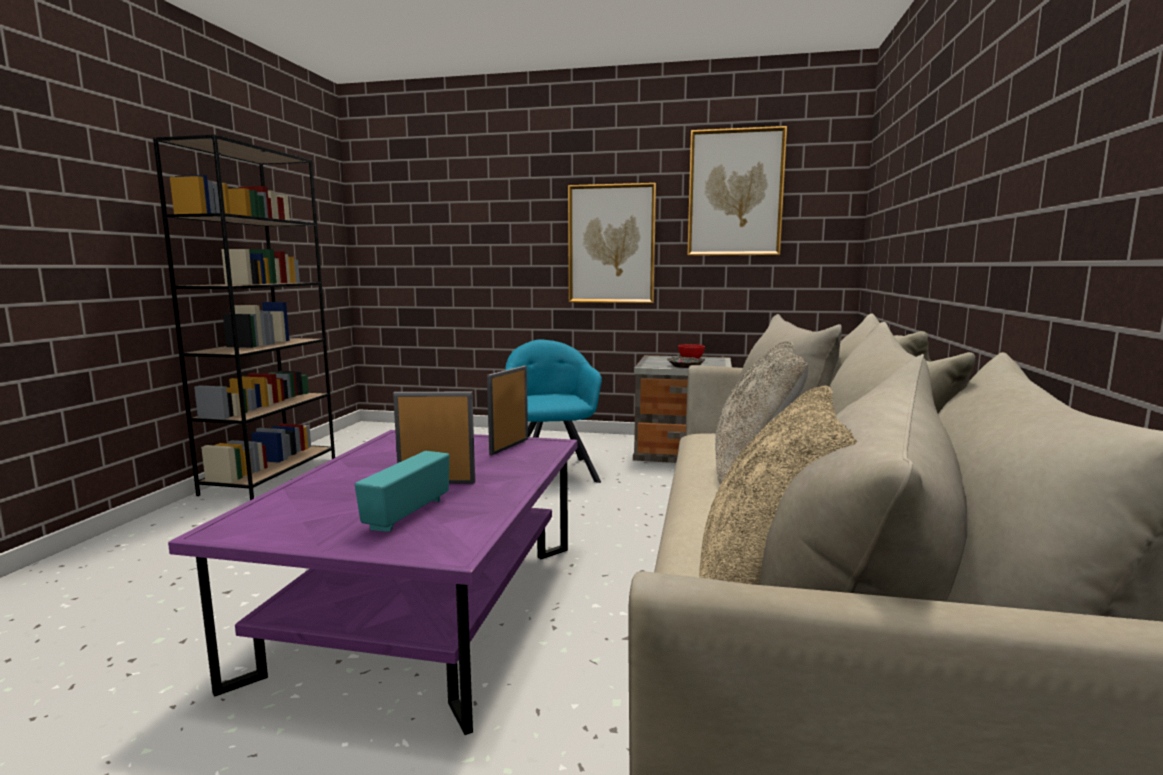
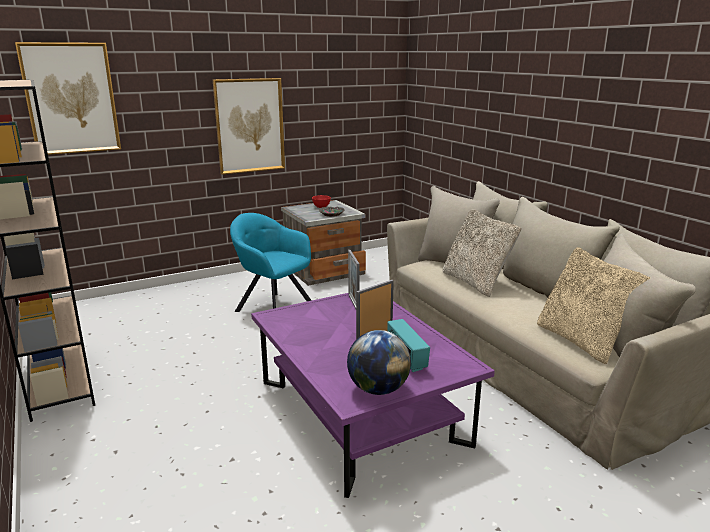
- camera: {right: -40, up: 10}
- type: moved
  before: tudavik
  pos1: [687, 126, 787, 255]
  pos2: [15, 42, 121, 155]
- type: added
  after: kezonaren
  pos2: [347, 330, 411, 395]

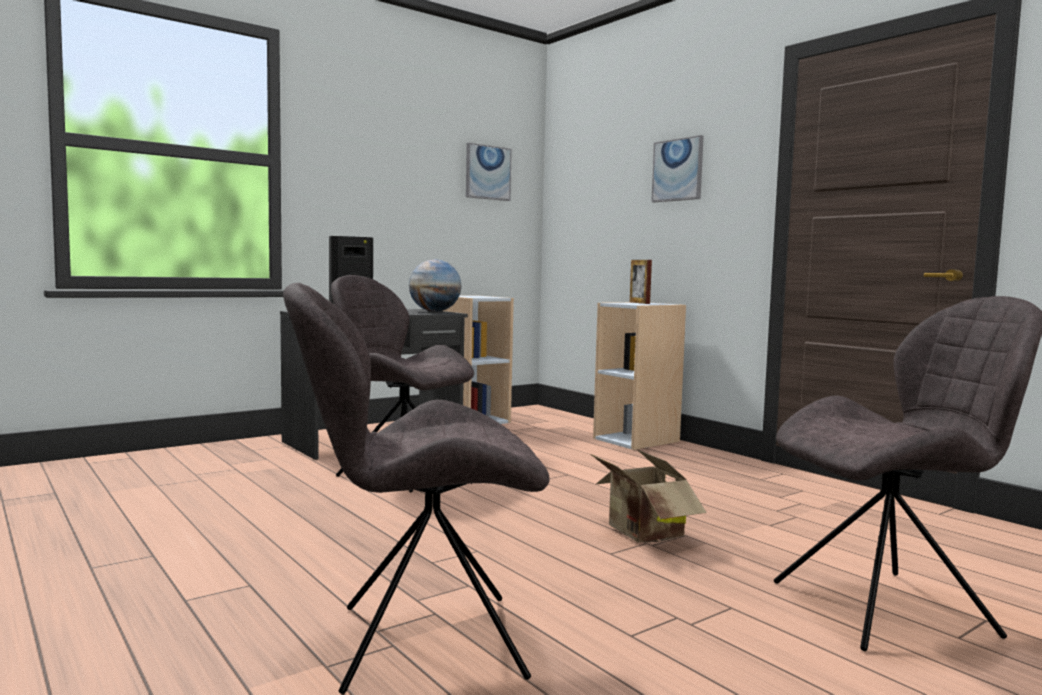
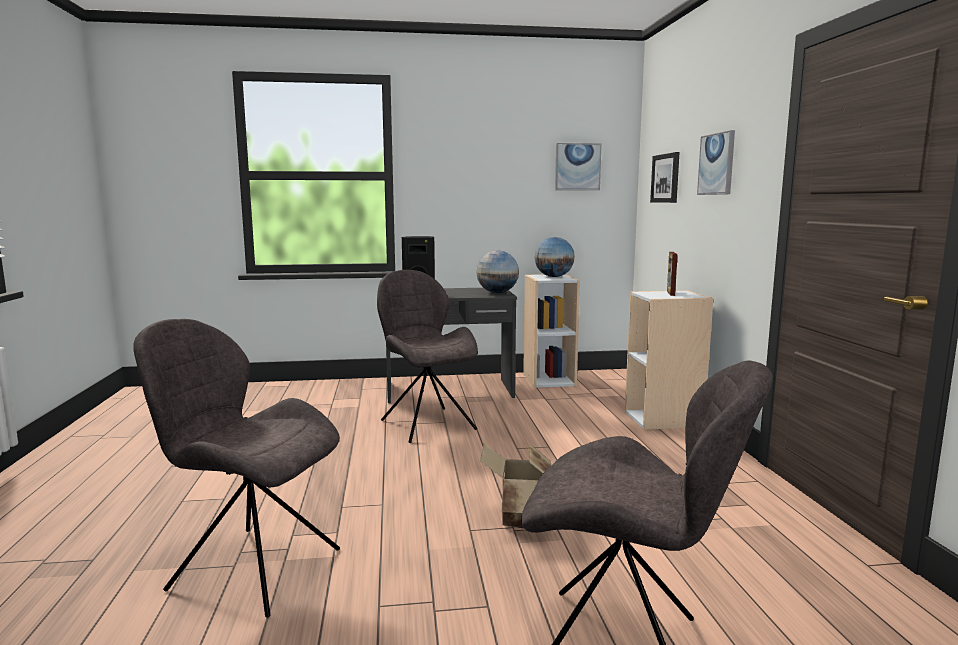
- camera: {right: 30, up: 5}
- type: added
  after: tudavik
  pos2: [650, 152, 680, 203]
- type: added
  after: kezonaren
  pos2: [535, 237, 575, 277]

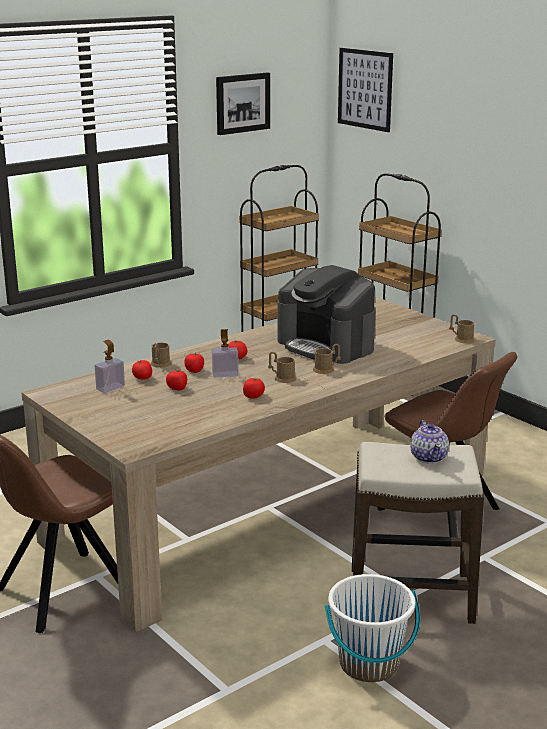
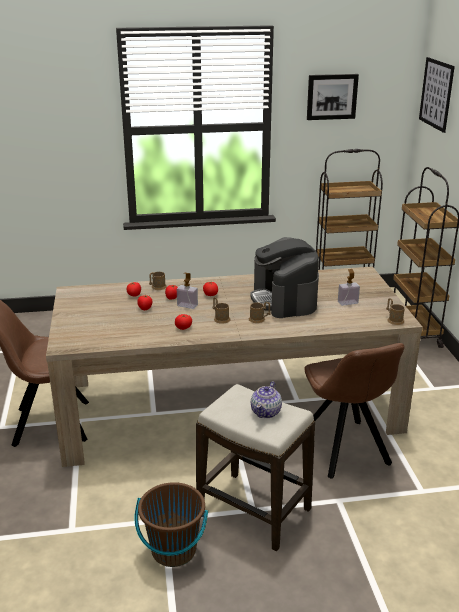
- camera: {right: 30, up: 5}
- type: moved
  before: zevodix
  pos1: [95, 339, 125, 393]
  pos2: [338, 269, 360, 306]
- type: recoloured
  before: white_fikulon
  after: brown_fikulon
  pos1: [325, 574, 420, 682]
  pos2: [134, 482, 208, 567]

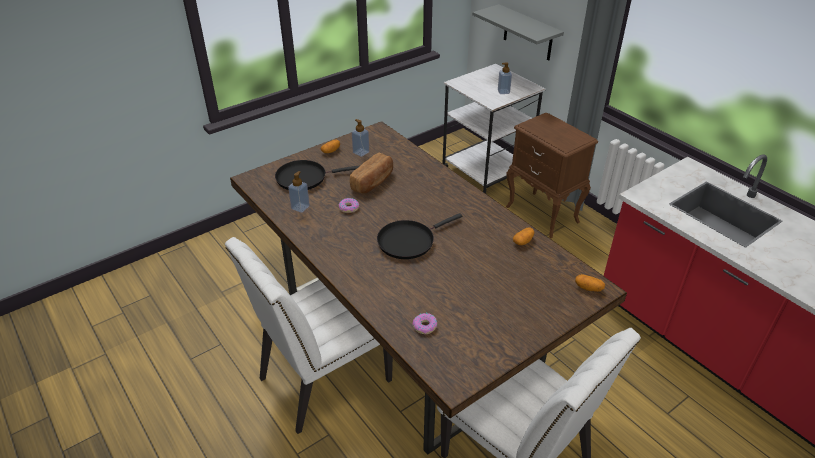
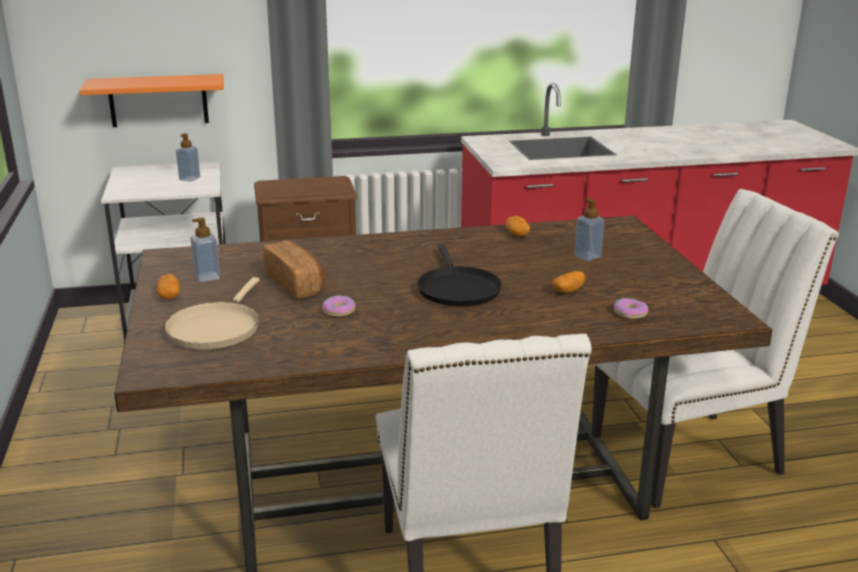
- camera: {right: -65, up: -15}
- type: recoloured
  before: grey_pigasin
  after: orange_pigasin
  pos1: [473, 4, 564, 61]
  pos2: [79, 74, 224, 127]
- type: recoloured
  before: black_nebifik
  after: beige_nebifik
  pos1: [275, 160, 361, 190]
  pos2: [164, 277, 259, 349]
- type: moved
  before: zevodix
  pos1: [288, 171, 310, 213]
  pos2: [574, 198, 605, 261]
- type: moved
  before: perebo
  pos1: [575, 274, 605, 292]
  pos2: [552, 271, 586, 293]

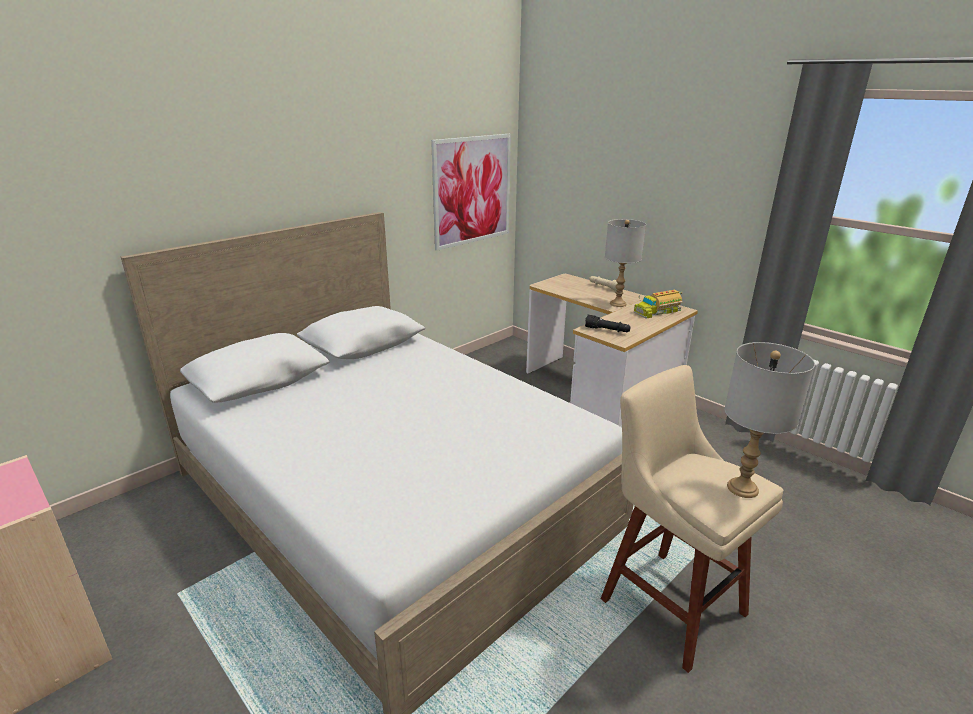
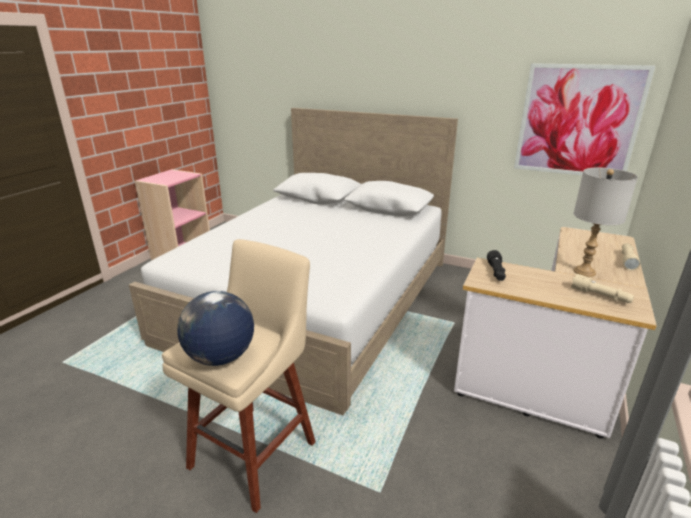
- camera: {right: 70, up: 0}
- type: replaced
  before: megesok
  after: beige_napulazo
  pos1: [634, 290, 683, 319]
  pos2: [571, 274, 634, 303]
- type: replaced
  before: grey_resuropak
  after: kezonaren
  pos1: [725, 342, 815, 498]
  pos2: [177, 291, 254, 366]

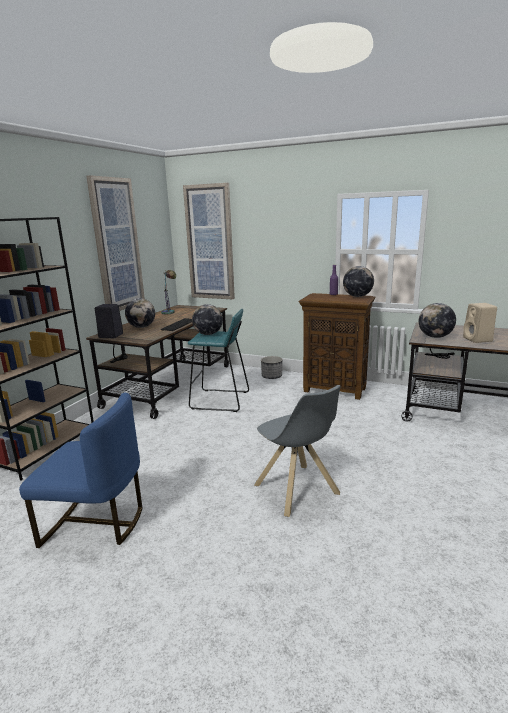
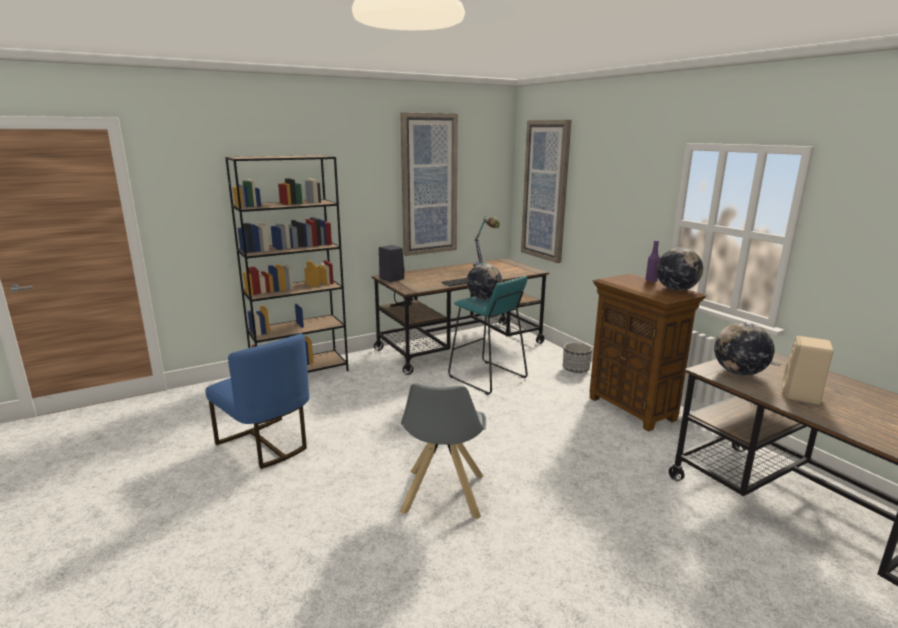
- camera: {right: 35, up: 0}
- type: removed
  before: kezonaren
  pos1: [125, 298, 155, 328]

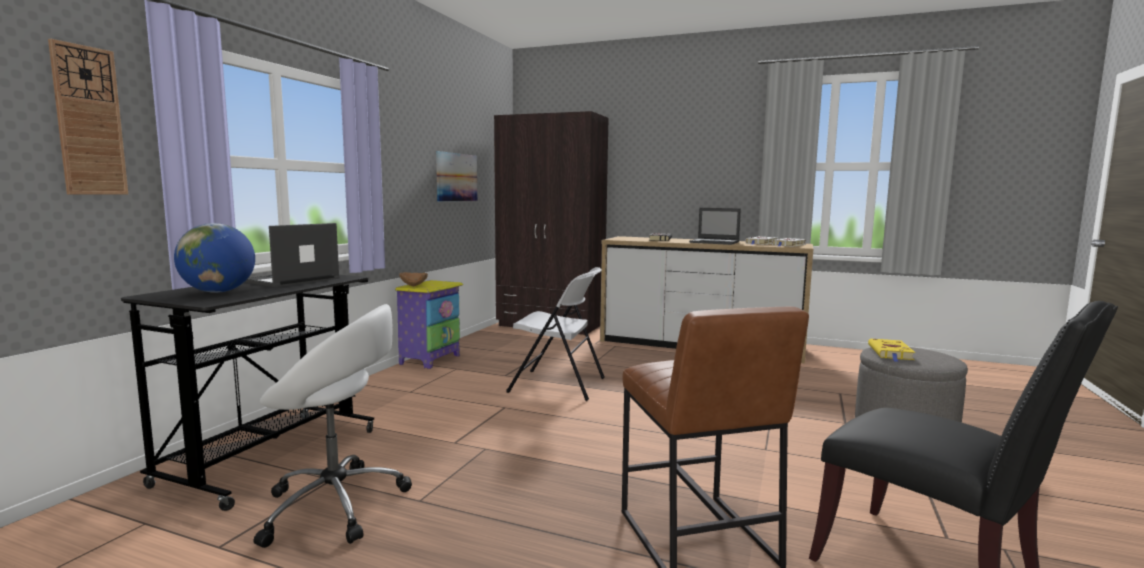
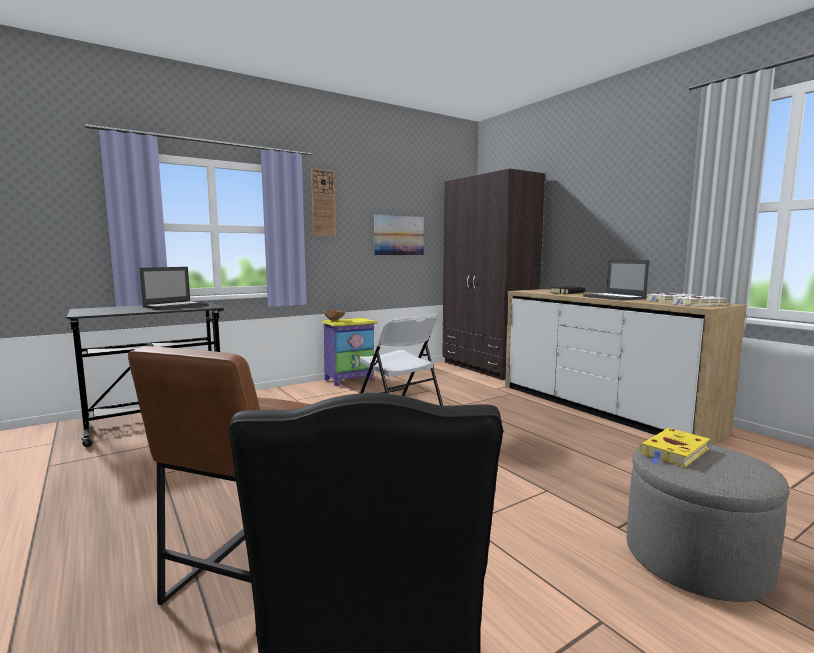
- camera: {right: 35, up: 0}
- type: moved
  before: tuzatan
  pos1: [48, 39, 128, 195]
  pos2: [311, 169, 336, 236]
- type: removed
  before: kezonaren
  pos1: [174, 223, 255, 293]
- type: turned
  before: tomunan
  pos1: [245, 223, 340, 287]
  pos2: [140, 267, 209, 310]
  turn: 150
- type: removed
  before: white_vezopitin
  pos1: [253, 304, 412, 548]

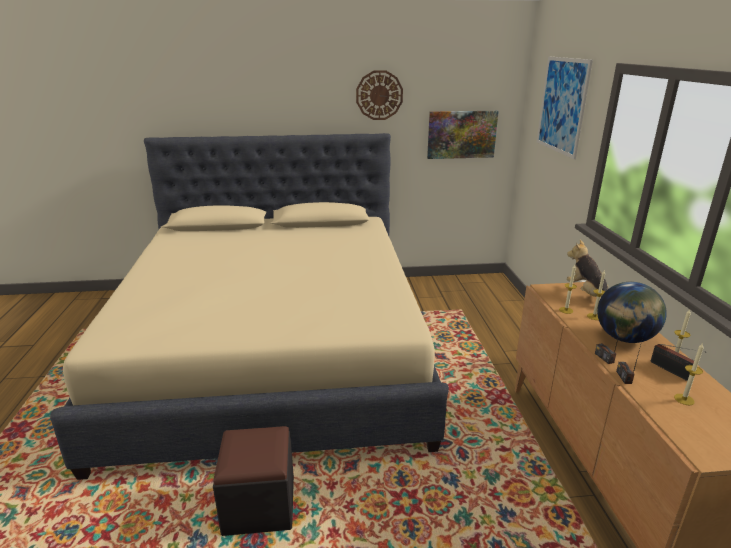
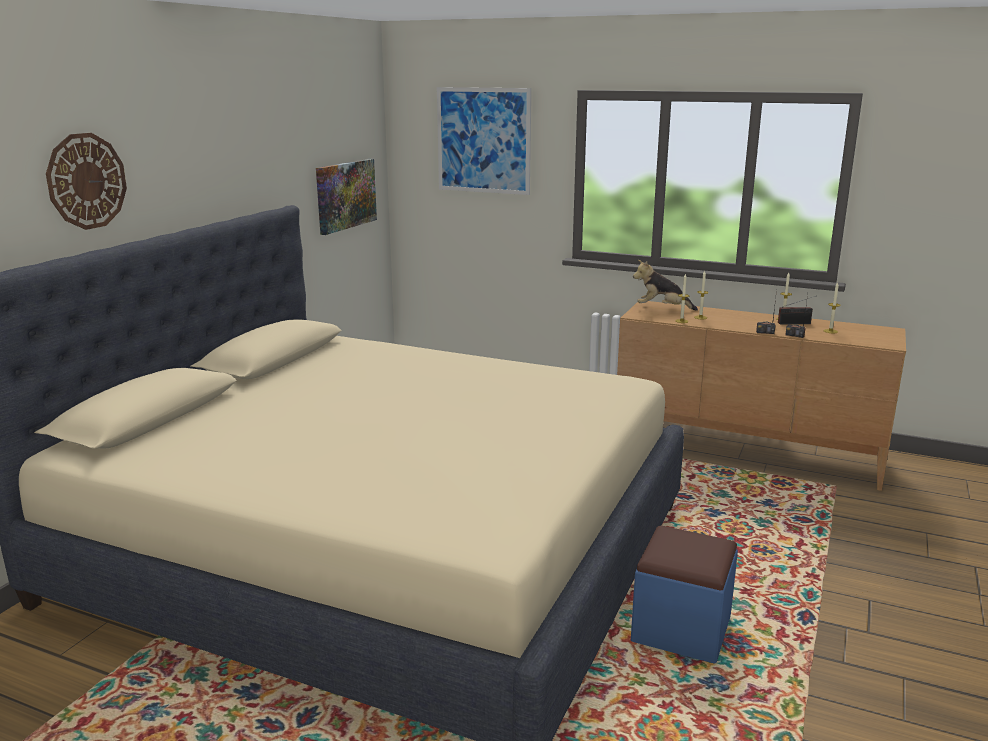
- camera: {right: -60, up: -5}
- type: moved
  before: tuzatan
  pos1: [356, 70, 403, 120]
  pos2: [46, 133, 127, 230]
- type: removed
  before: kezonaren
  pos1: [597, 282, 667, 343]
- type: recoloured
  before: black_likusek
  after: blue_likusek
  pos1: [213, 426, 294, 536]
  pos2: [631, 526, 738, 663]

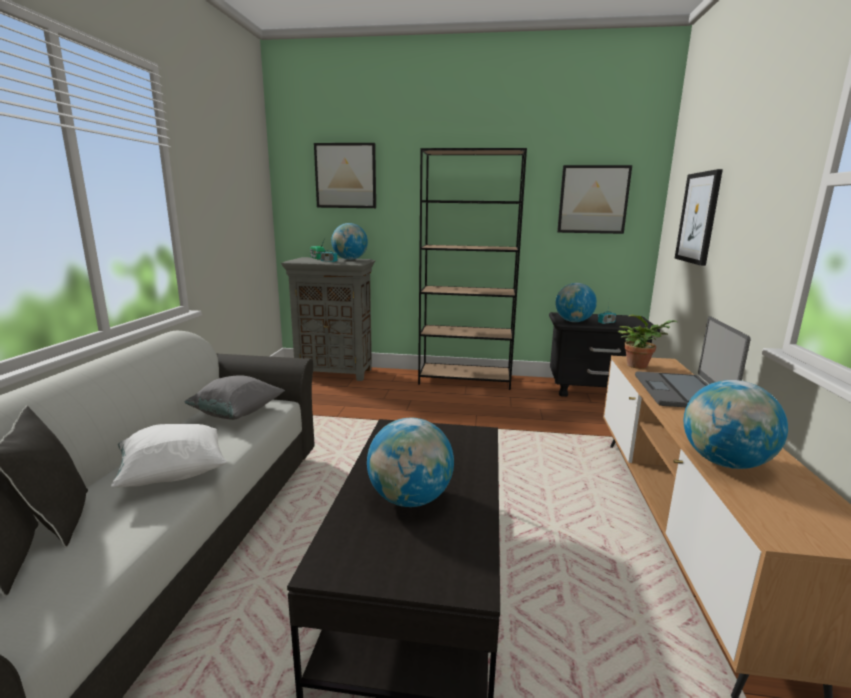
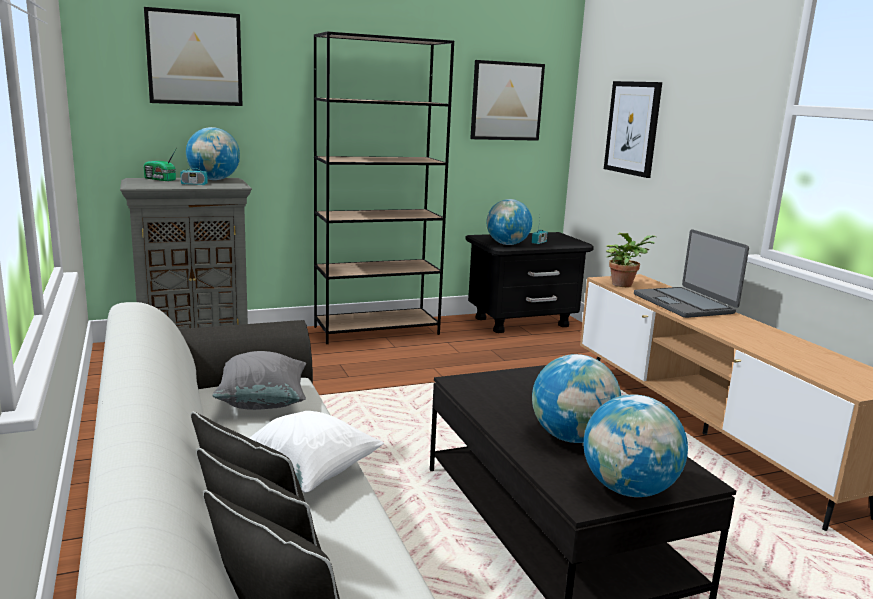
- camera: {right: -30, up: 0}
- type: moved
  before: kezonaren
  pos1: [683, 380, 788, 469]
  pos2: [584, 394, 688, 497]

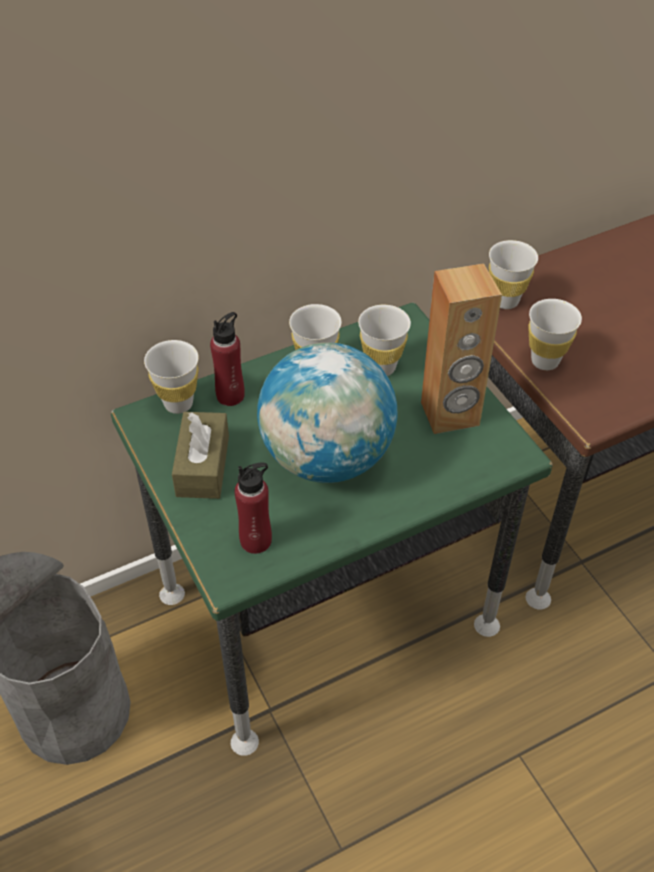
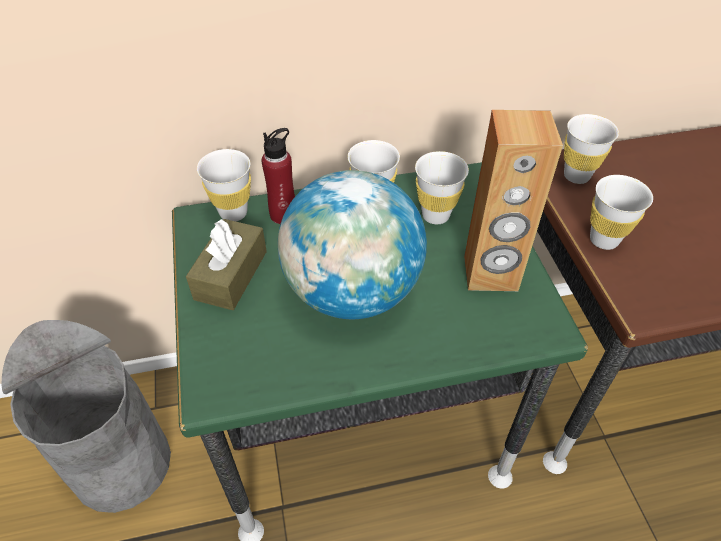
- camera: {right: 15, up: 0}
- type: removed
  before: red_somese
  pos1: [234, 462, 272, 554]

